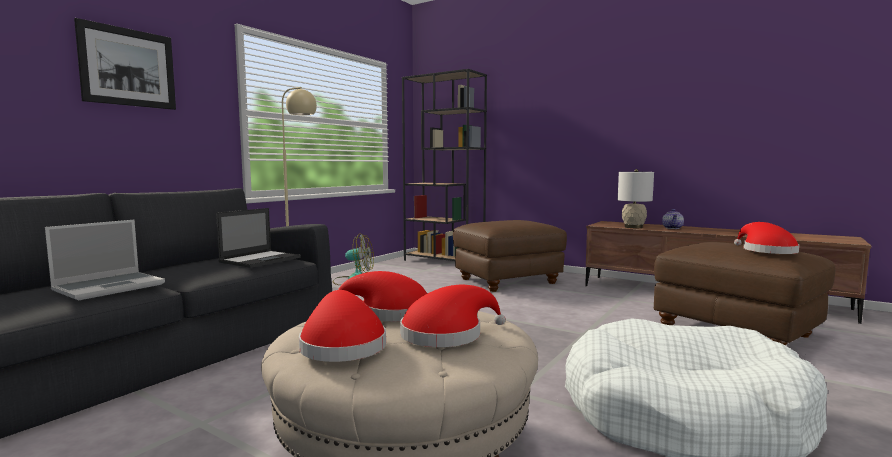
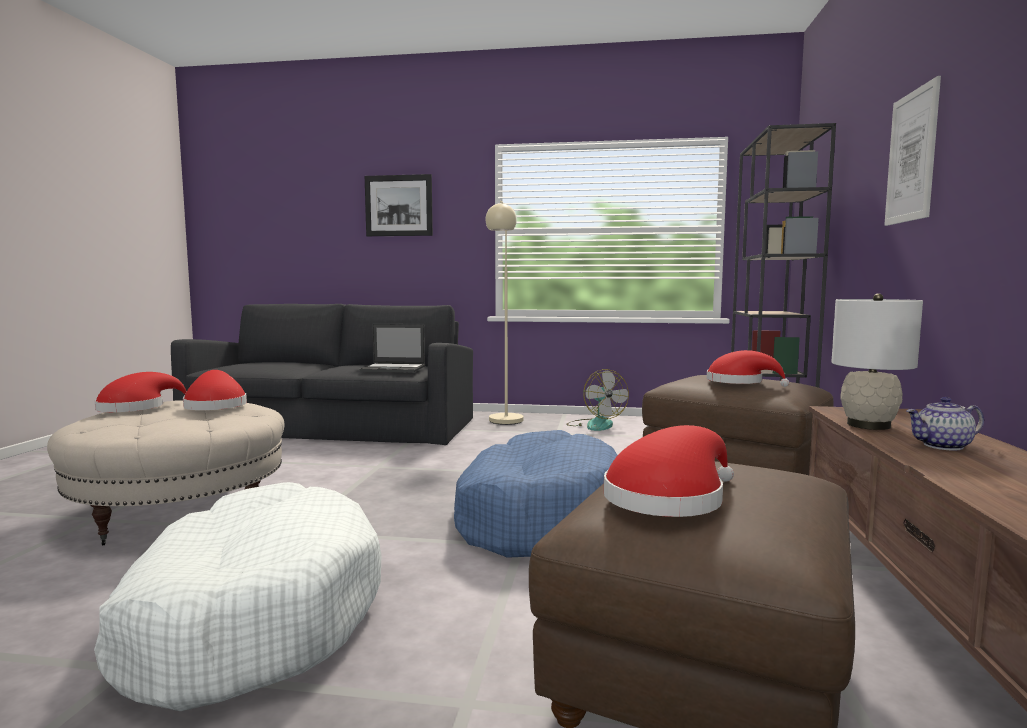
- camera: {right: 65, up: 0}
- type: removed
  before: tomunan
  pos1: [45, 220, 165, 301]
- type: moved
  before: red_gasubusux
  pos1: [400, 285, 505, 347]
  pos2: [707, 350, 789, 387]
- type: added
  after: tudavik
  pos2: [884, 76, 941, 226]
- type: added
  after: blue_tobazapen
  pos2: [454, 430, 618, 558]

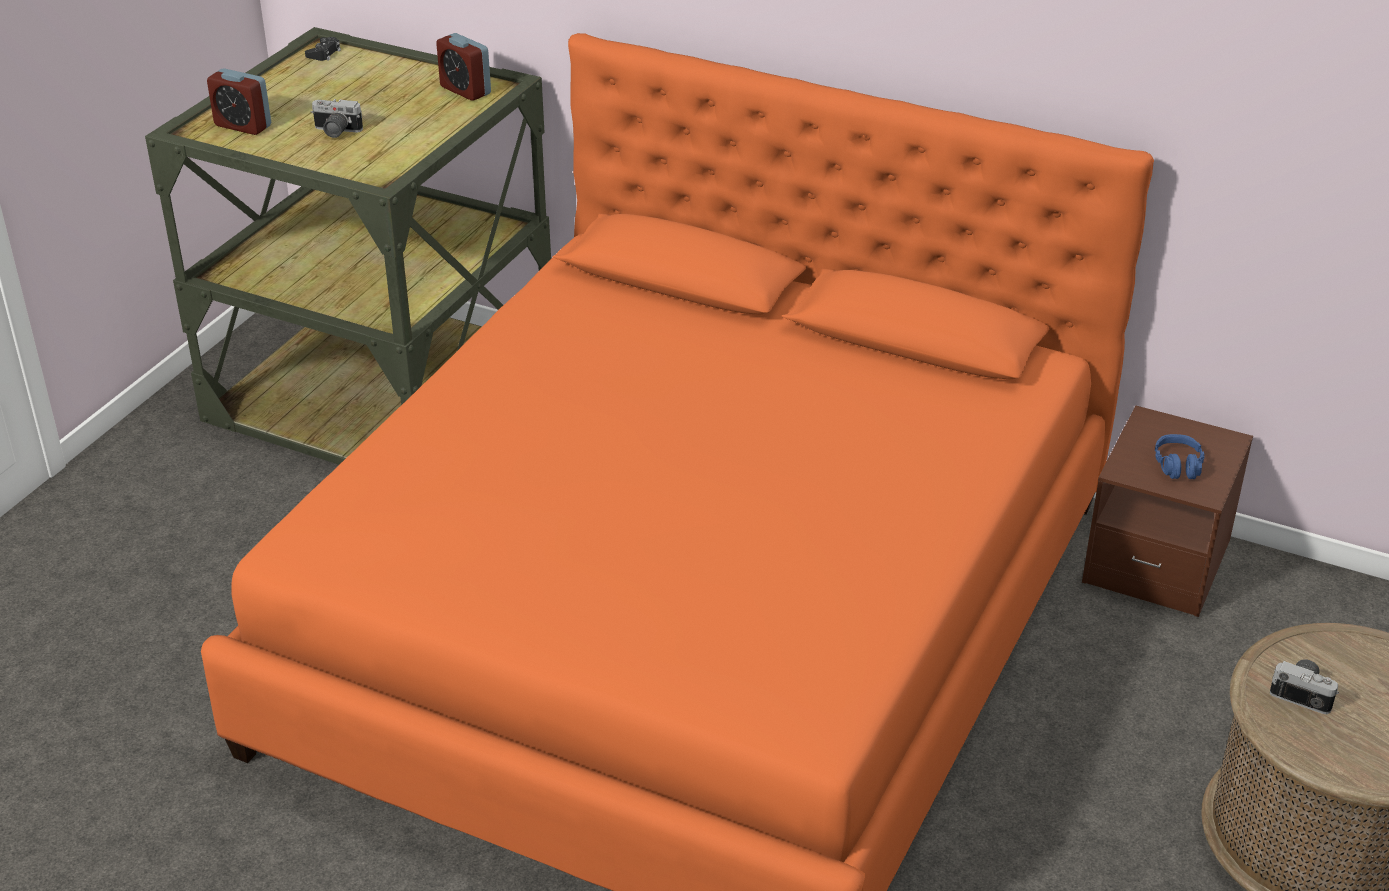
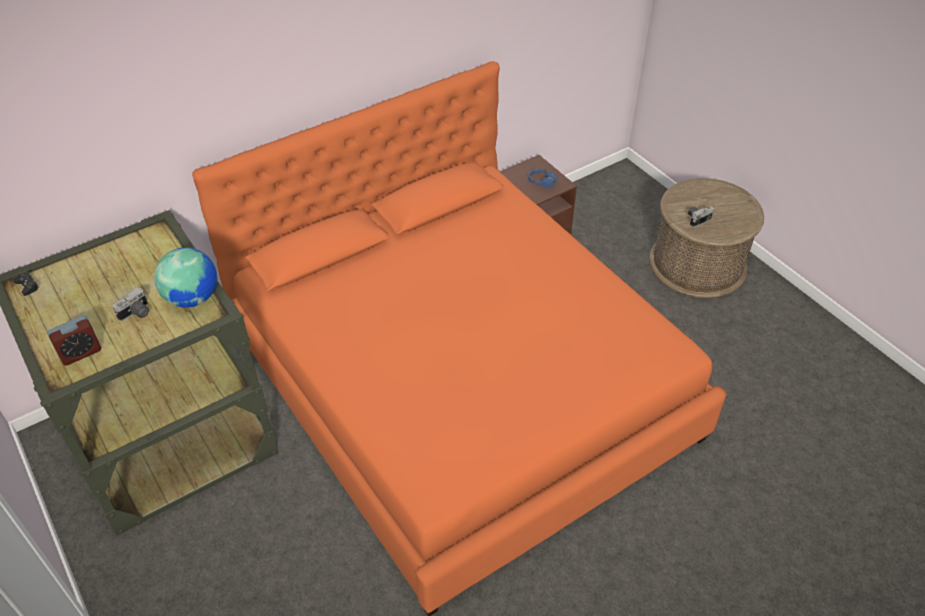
- camera: {right: -60, up: 10}
- type: removed
  before: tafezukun
  pos1: [436, 33, 491, 101]
- type: added
  after: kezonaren
  pos2: [154, 247, 217, 308]

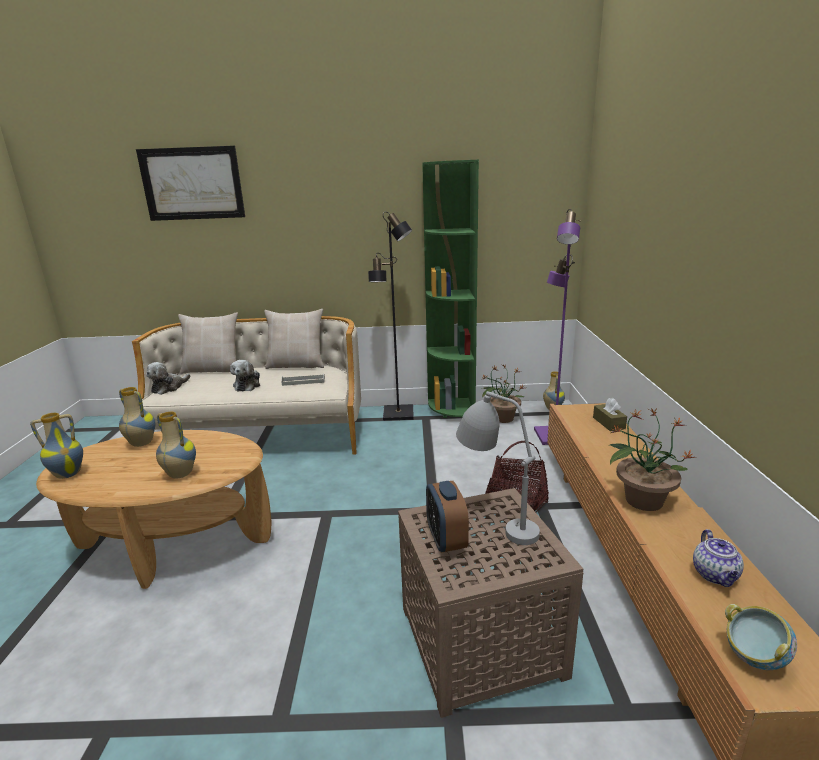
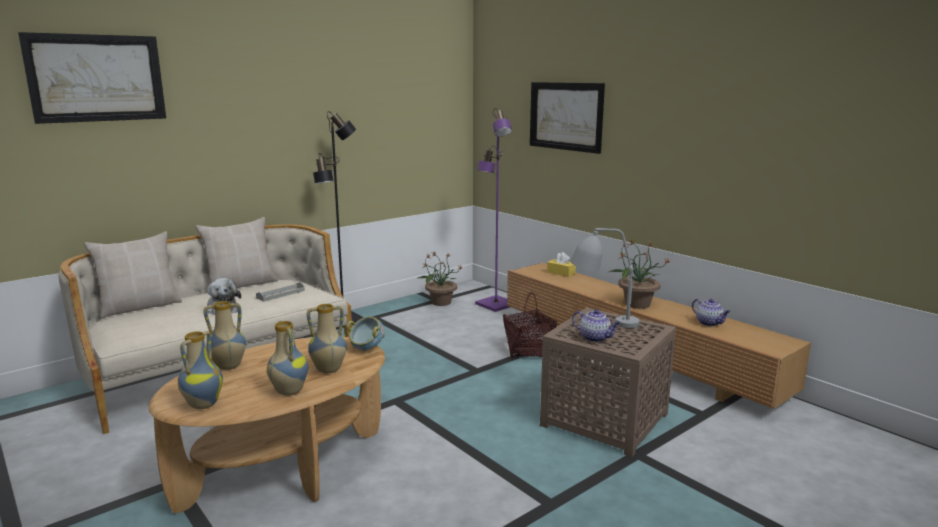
- camera: {right: -40, up: -5}
- type: removed
  before: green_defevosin
  pos1: [422, 160, 479, 418]
- type: removed
  before: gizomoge
  pos1: [146, 362, 190, 395]
- type: moved
  before: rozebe
  pos1: [543, 371, 565, 409]
  pos2: [267, 321, 308, 396]
- type: recoloured
  before: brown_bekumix
  after: yellow_bekumix
  pos1: [593, 398, 627, 431]
  pos2: [547, 252, 576, 277]
- type: replaced
  before: tafezukun
  after: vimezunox
  pos1: [426, 481, 469, 552]
  pos2: [572, 309, 621, 342]
- type: moved
  before: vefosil
  pos1: [725, 604, 797, 670]
  pos2: [346, 316, 385, 351]
- type: added
  after: tudavik
  pos2: [530, 82, 605, 154]

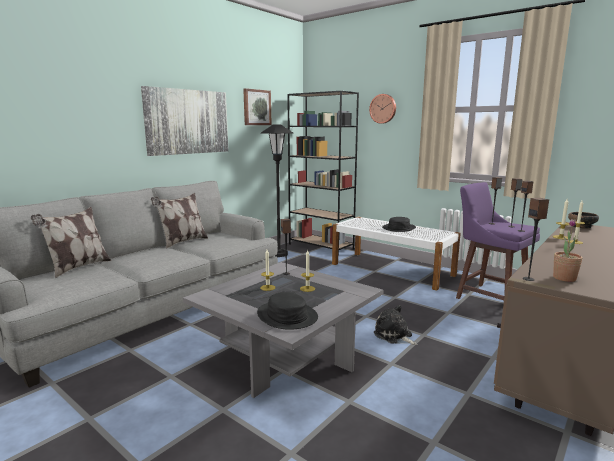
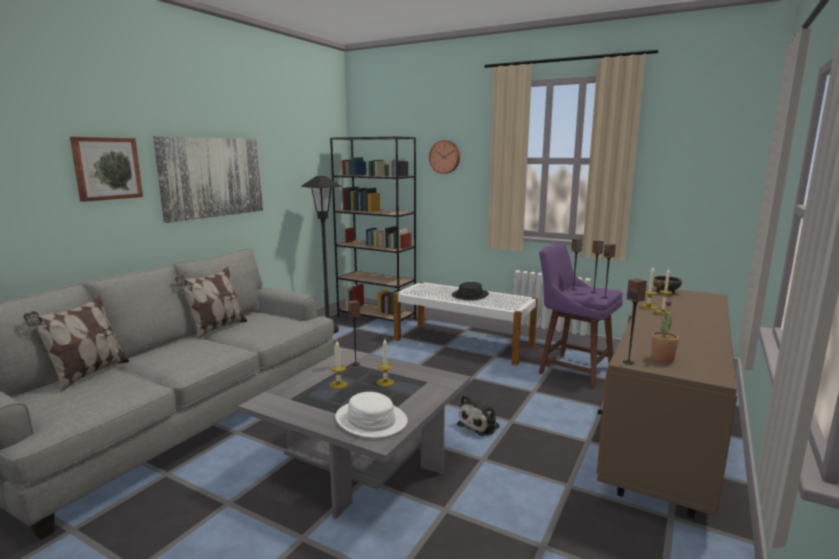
- camera: {right: -10, up: 0}
- type: moved
  before: tudavik
  pos1: [243, 88, 272, 125]
  pos2: [70, 137, 143, 202]
- type: recoloured
  before: black_gasubusux
  after: white_gasubusux
  pos1: [257, 292, 318, 330]
  pos2: [335, 392, 408, 438]
- type: turned
  before: gizomoge
  pos1: [374, 305, 417, 345]
  pos2: [457, 395, 500, 436]
  turn: -90

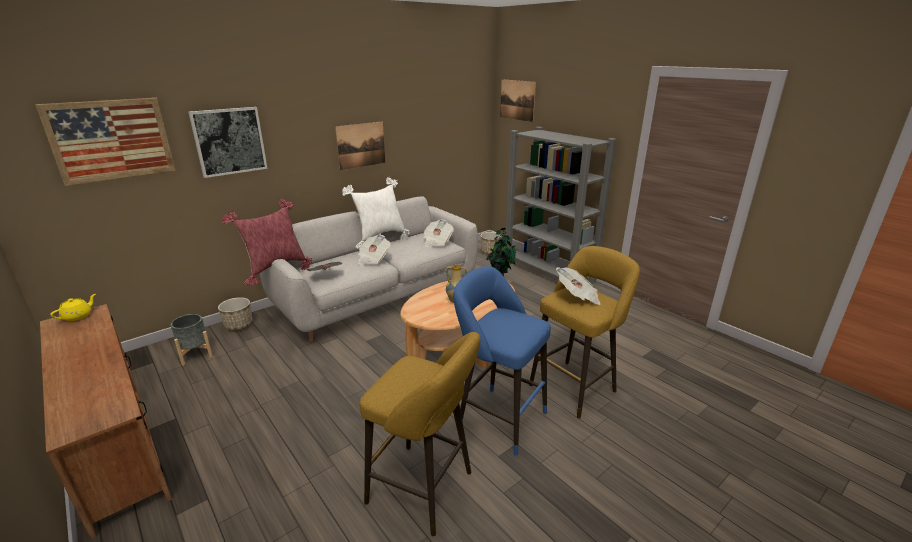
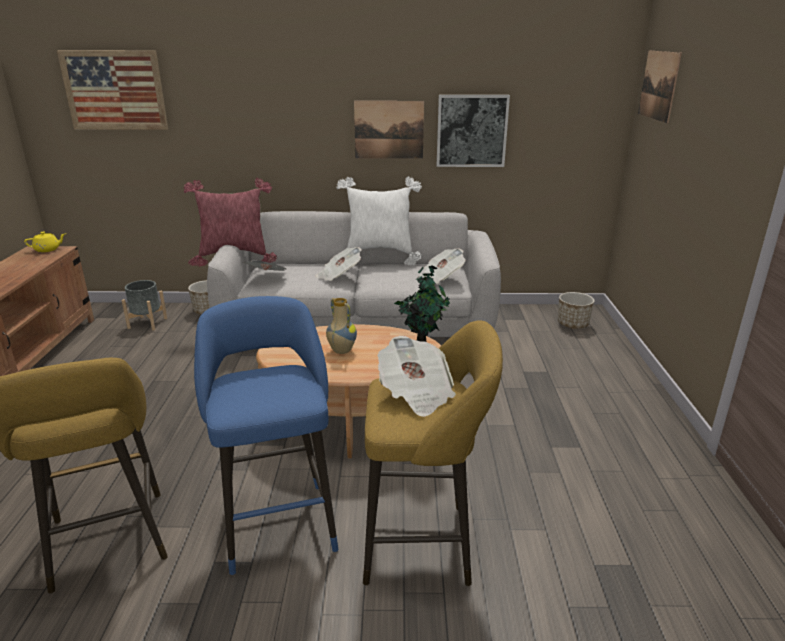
- camera: {right: 40, up: 0}
- type: moved
  before: tudavik
  pos1: [188, 107, 268, 178]
  pos2: [437, 95, 510, 167]
- type: removed
  before: grey_defevosin
  pos1: [506, 127, 616, 283]

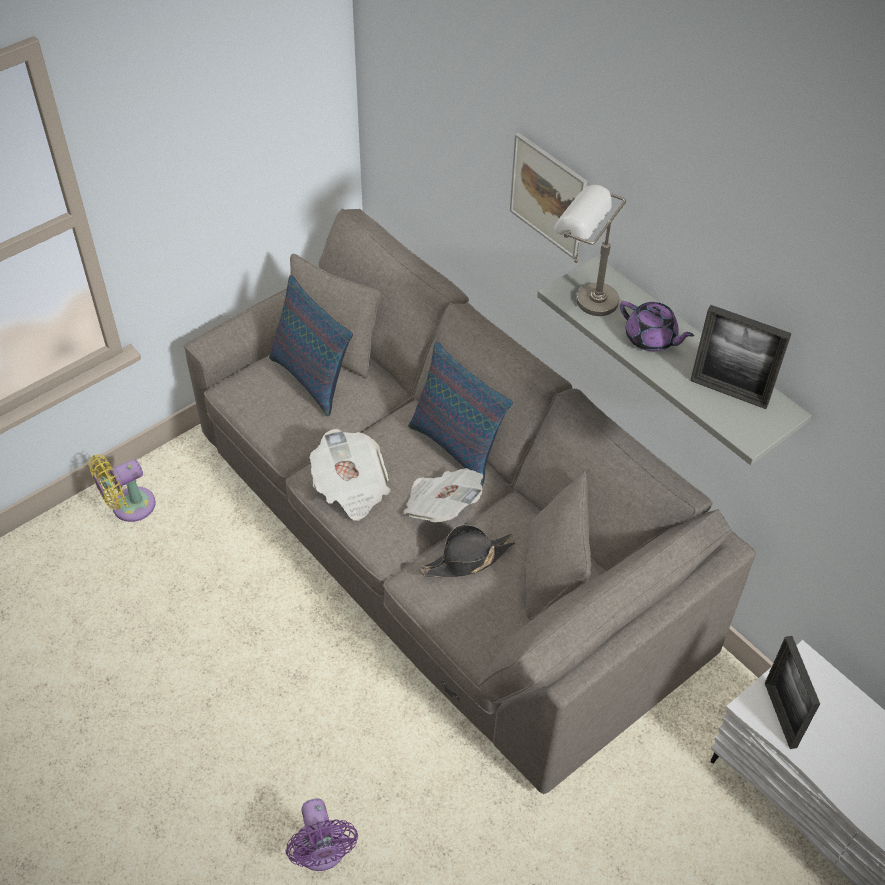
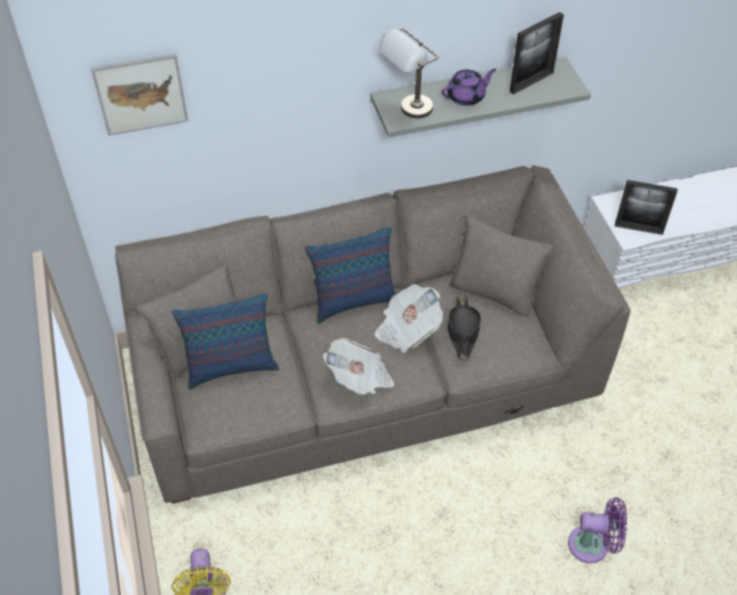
- camera: {right: -65, up: 0}
- type: moved
  before: tudavik
  pos1: [510, 132, 587, 259]
  pos2: [91, 54, 188, 136]

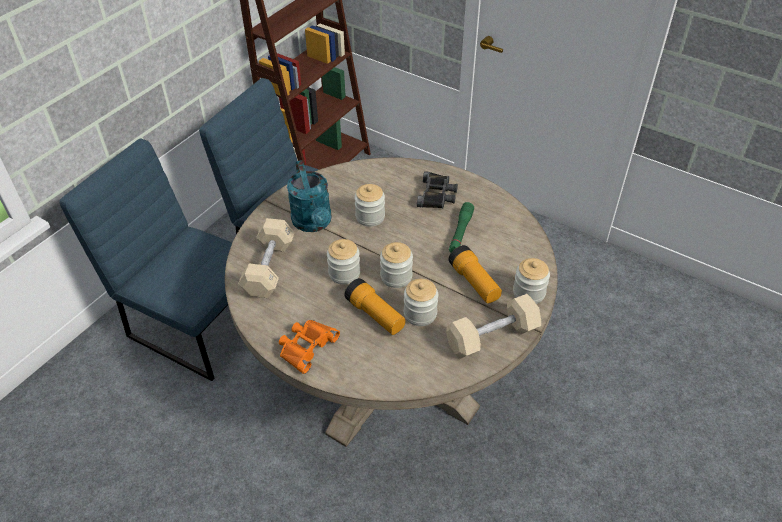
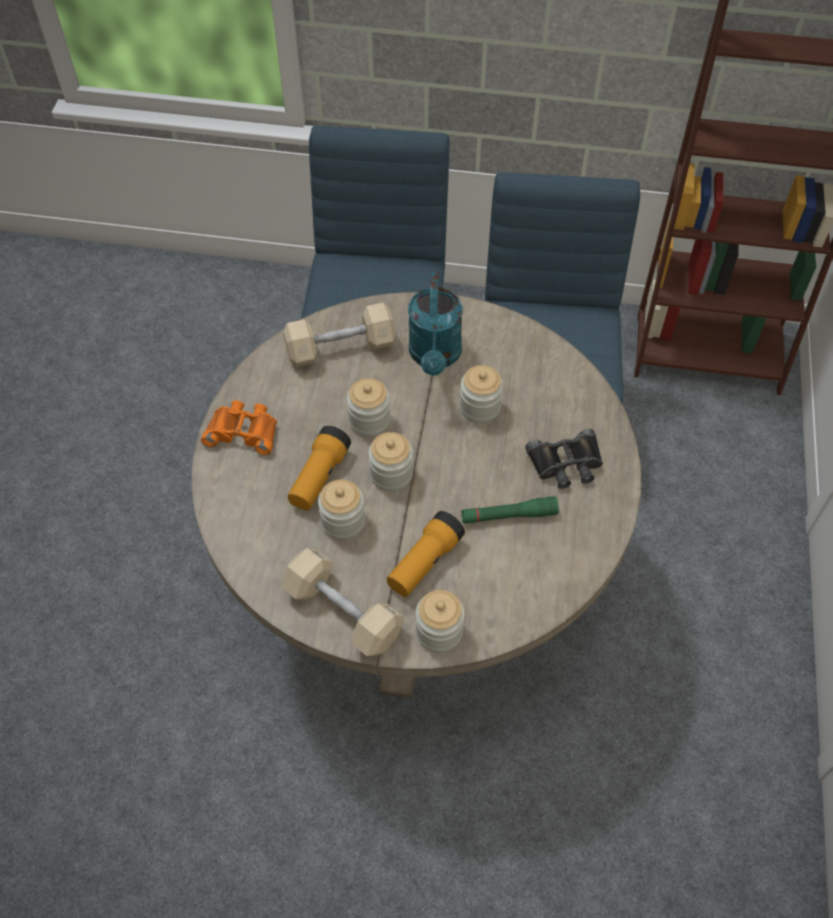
- camera: {right: 65, up: 10}
- type: turned
  before: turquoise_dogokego
  pos1: [287, 160, 331, 232]
  pos2: [408, 272, 463, 376]
  turn: -45

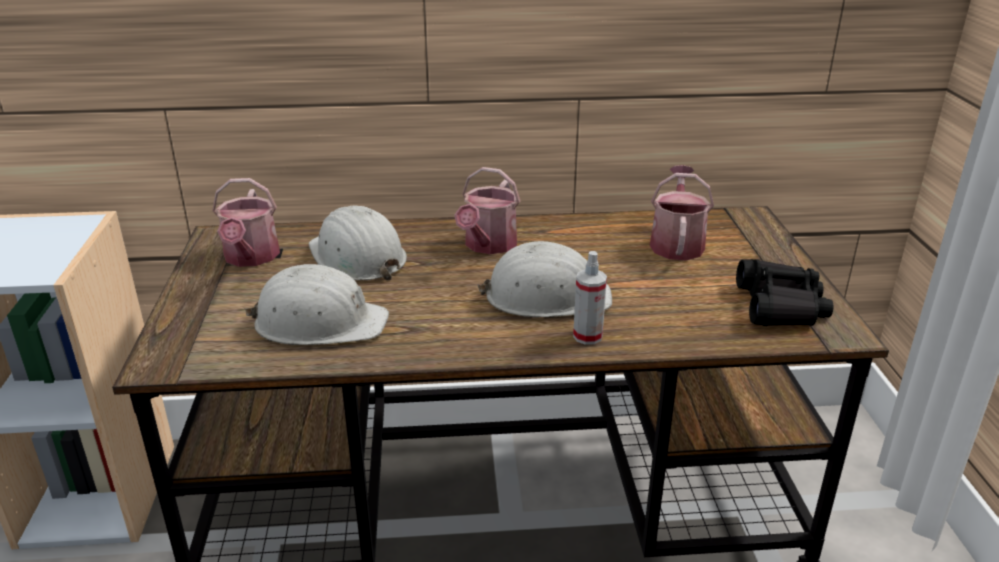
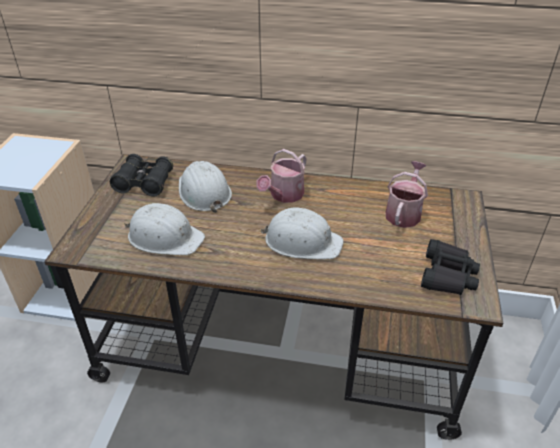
- camera: {right: 15, up: 10}
- type: replaced
  before: dogokego
  after: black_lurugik
  pos1: [212, 178, 280, 267]
  pos2: [110, 154, 173, 197]
- type: removed
  before: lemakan
  pos1: [573, 251, 607, 345]

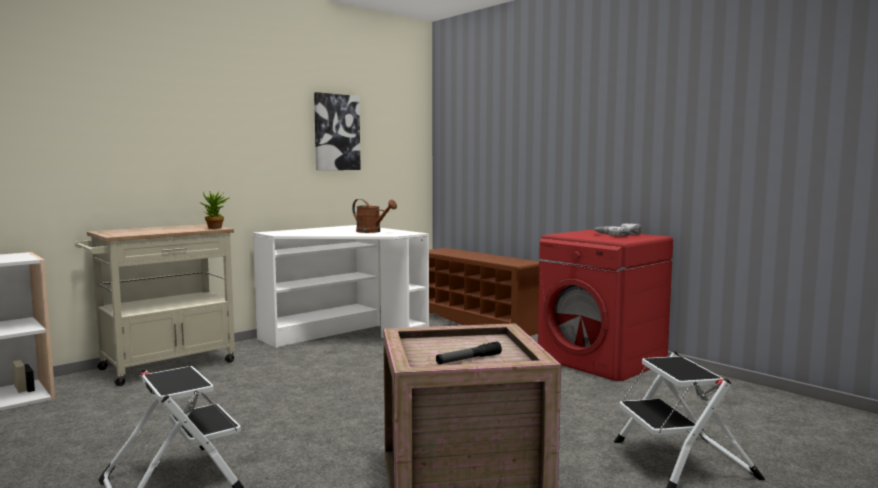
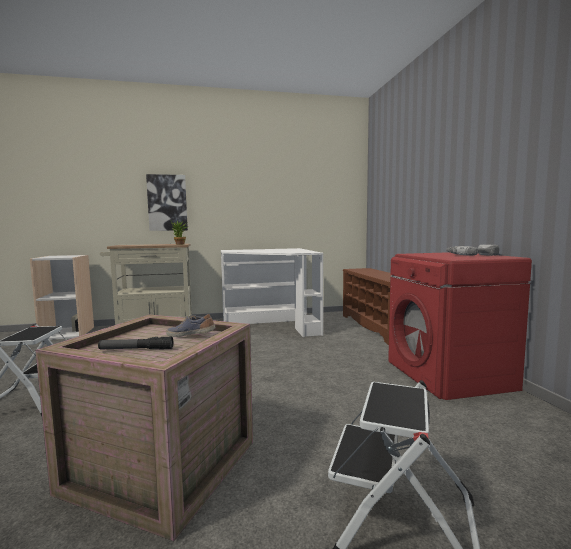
- camera: {right: 30, up: 0}
- type: moved
  before: tudavik
  pos1: [314, 92, 361, 170]
  pos2: [146, 174, 188, 231]
- type: removed
  before: brown_dogokego
  pos1: [352, 199, 397, 233]
- type: added
  after: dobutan
  pos2: [166, 314, 216, 337]

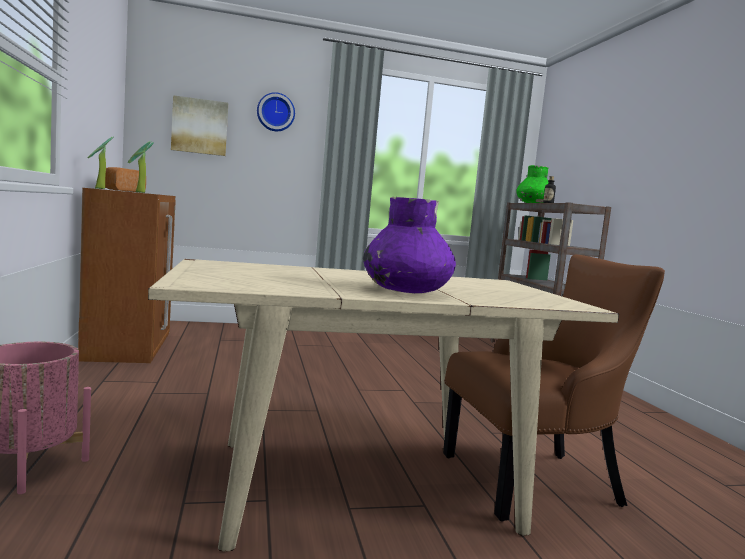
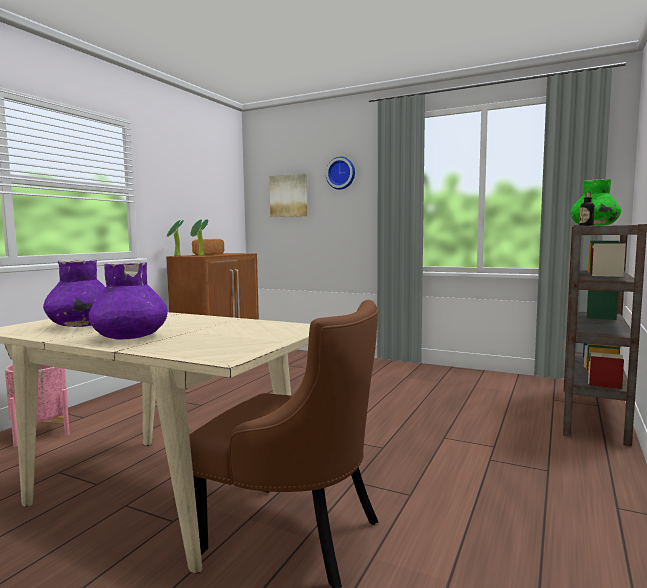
- camera: {right: 40, up: 0}
- type: added
  after: purple_rozebe
  pos2: [43, 260, 105, 327]

